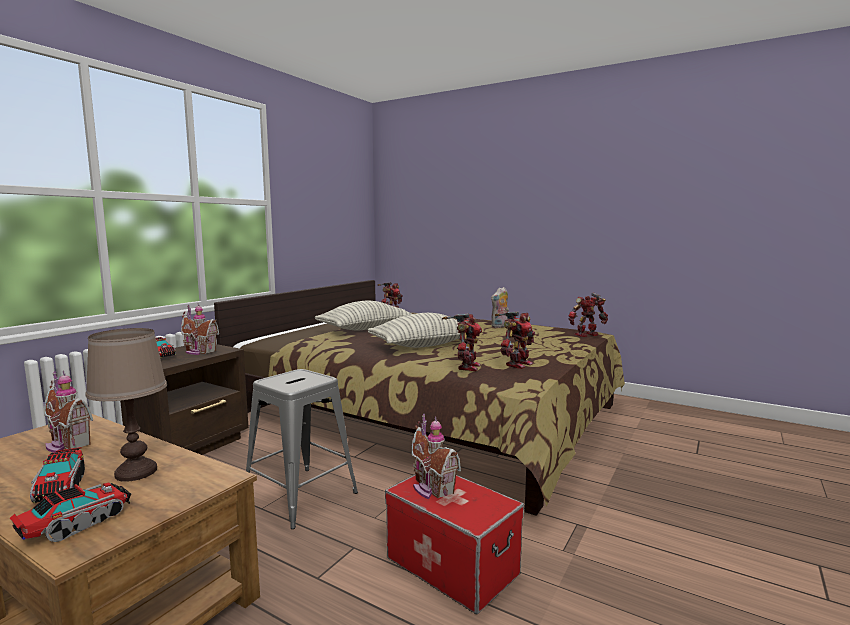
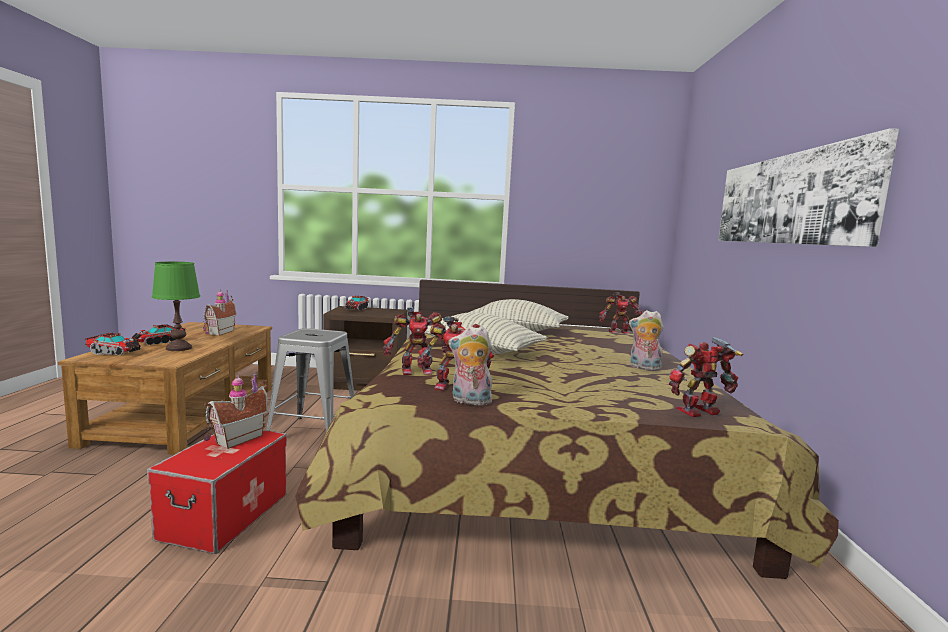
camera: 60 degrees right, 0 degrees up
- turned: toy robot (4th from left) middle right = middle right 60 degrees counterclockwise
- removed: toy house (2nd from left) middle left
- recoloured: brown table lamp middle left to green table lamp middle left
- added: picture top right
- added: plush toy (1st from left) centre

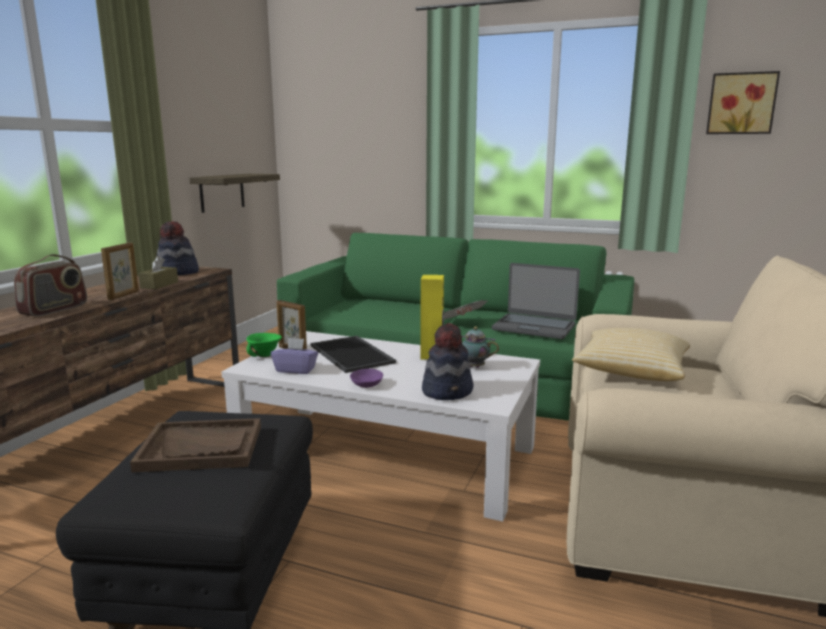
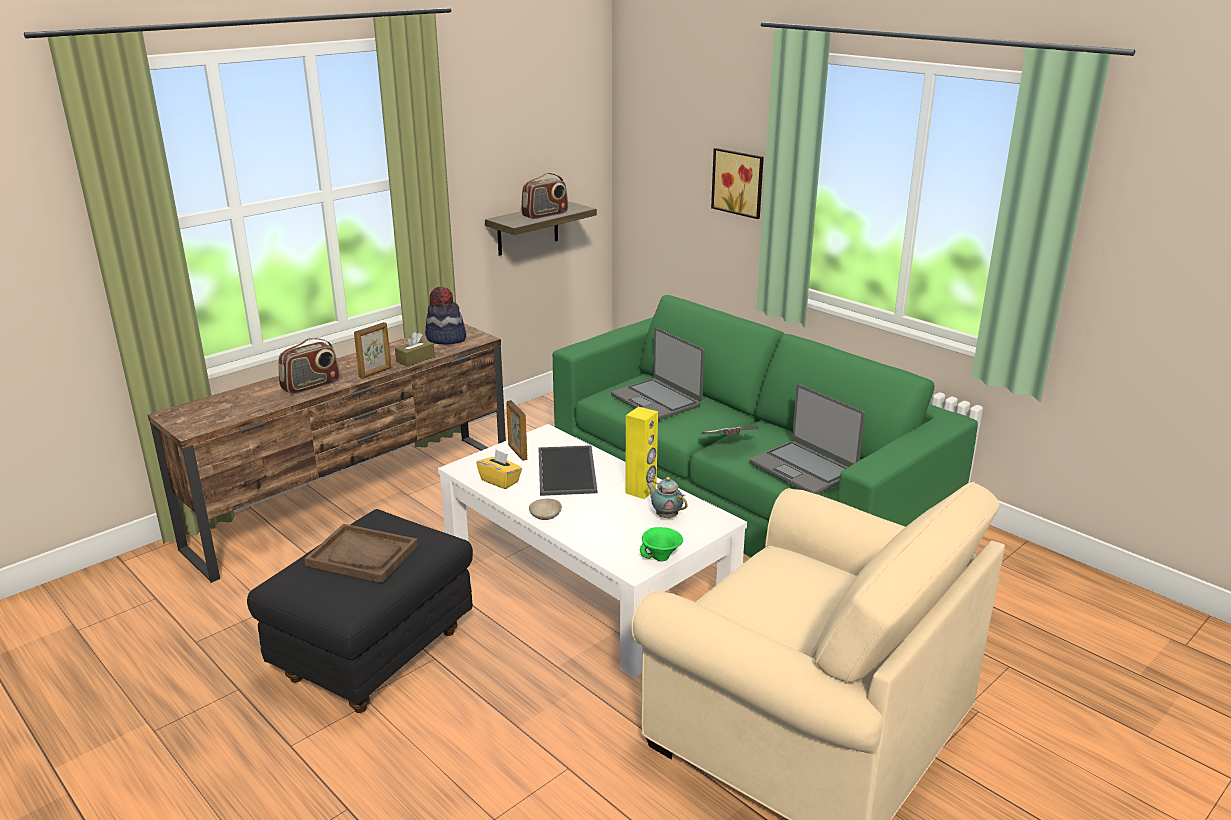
camera: 25 degrees right, 10 degrees up
- moved: picture top right to top centre
- removed: hat (2nd from left) centre
- removed: pillow middle right
- moved: green bowl middle left to centre
- recoloured: purple tissue box centre to yellow tissue box centre
- recoloured: purple bowl centre to beige bowl centre
- added: radio (2nd from left) top centre
- added: laptop (1st from left) centre

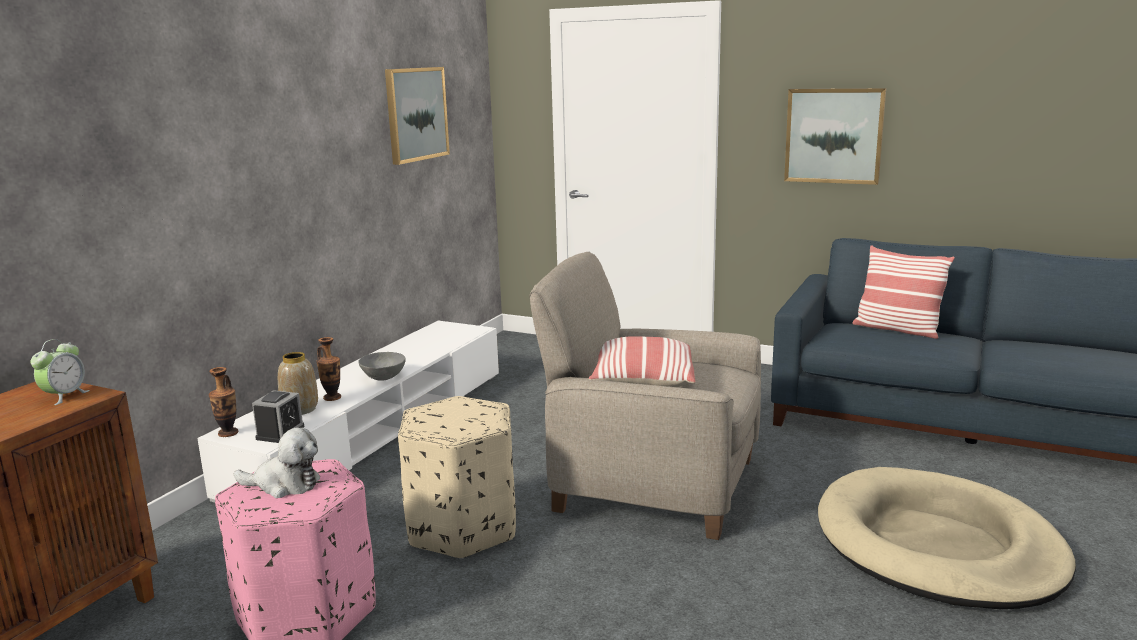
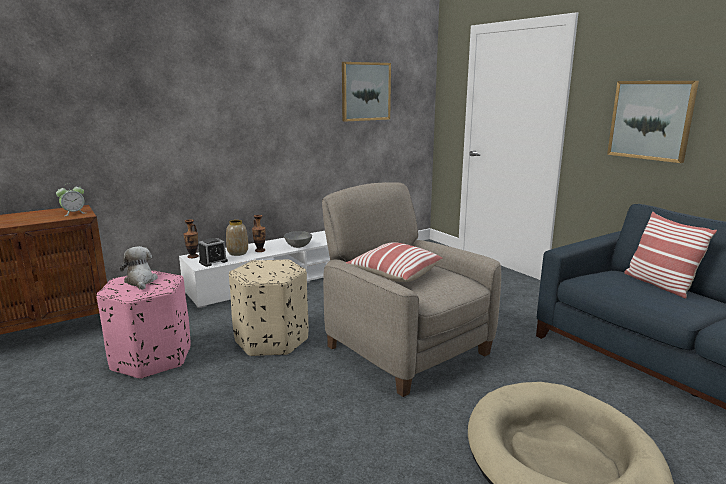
camera: 30 degrees right, 0 degrees up
- turned: plush toy bottom left = middle left 150 degrees counterclockwise

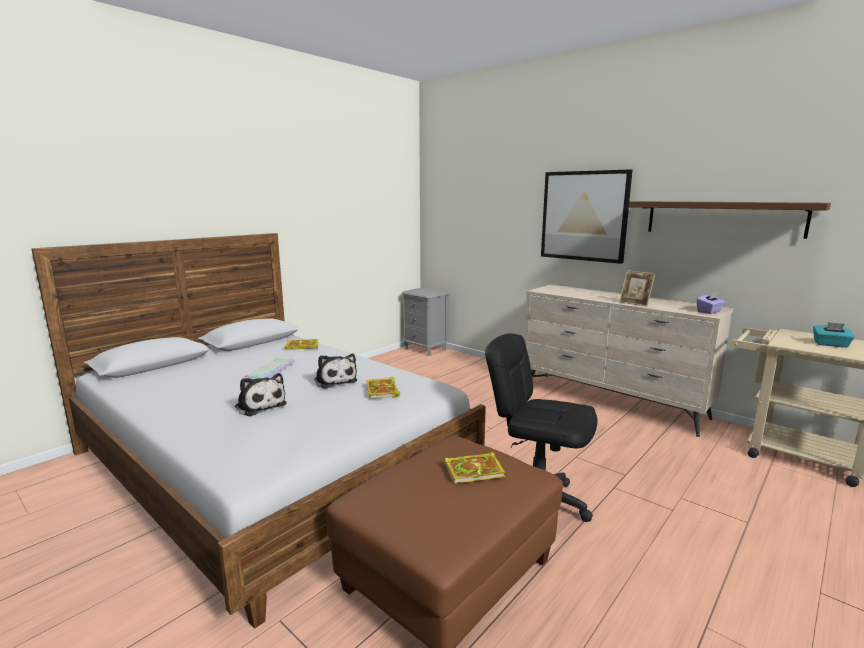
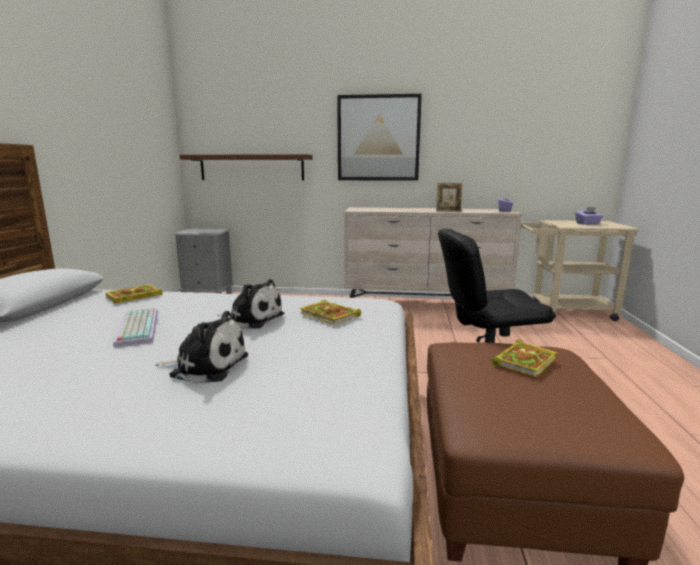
camera: 35 degrees left, 0 degrees up
- moved: brown shelf middle right to top centre
- recoloured: turquoise tissue box middle right to purple tissue box (2nd from left) middle right

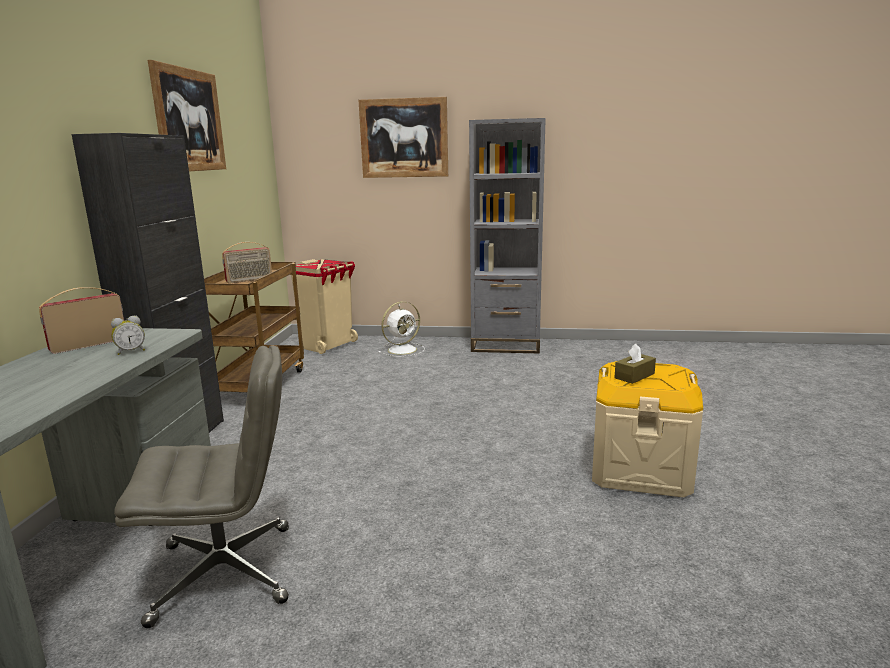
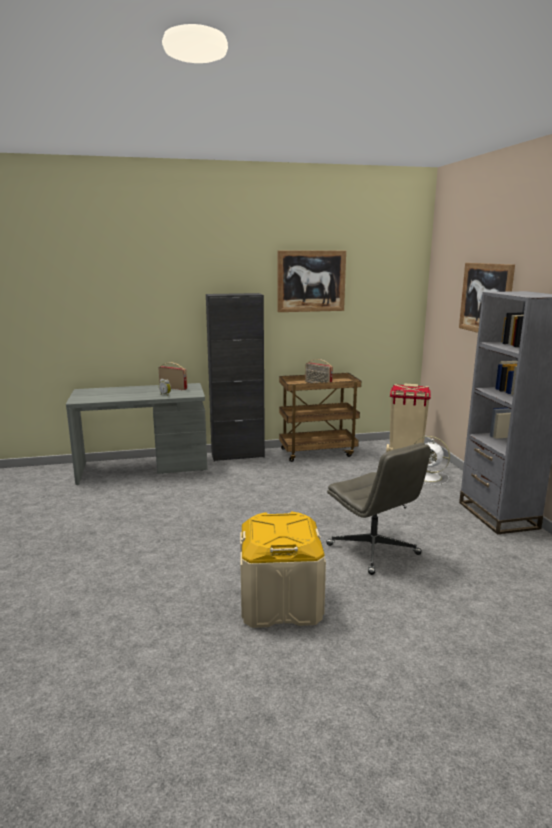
camera: 70 degrees right, 0 degrees up
- removed: brown tissue box middle right
- moved: grey office chair bottom left to middle right

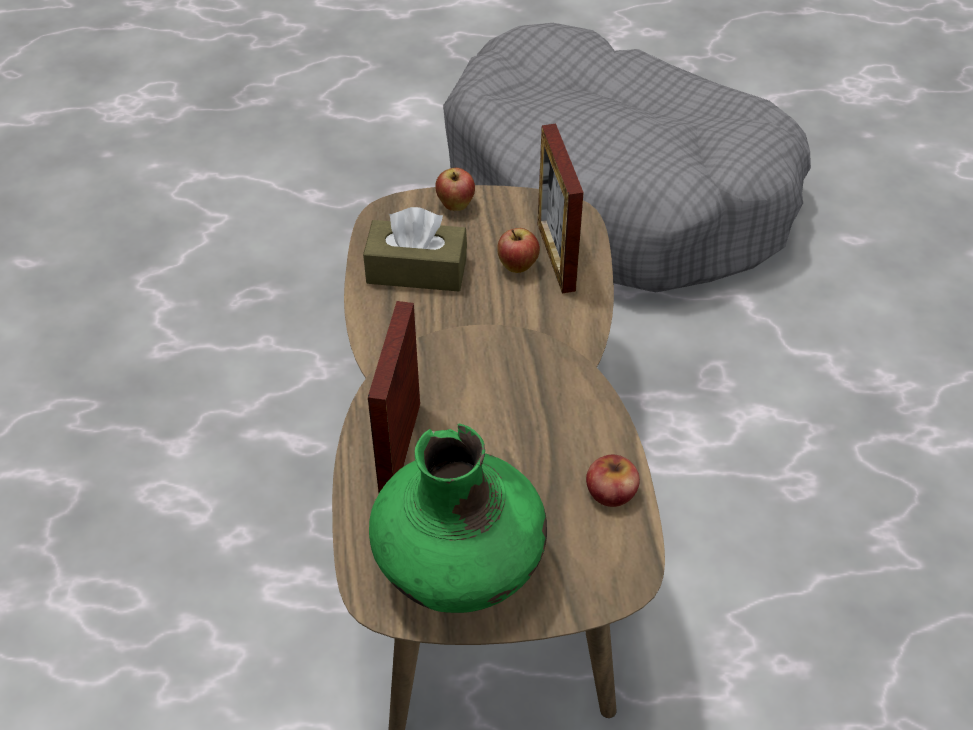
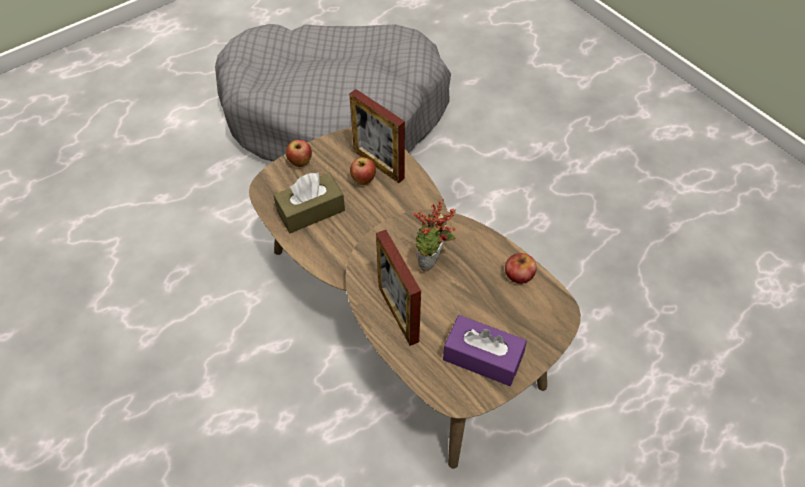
camera: 35 degrees left, 5 degrees up
- replaced: green vase bottom centre to purple tissue box bottom centre
- added: potted plant centre

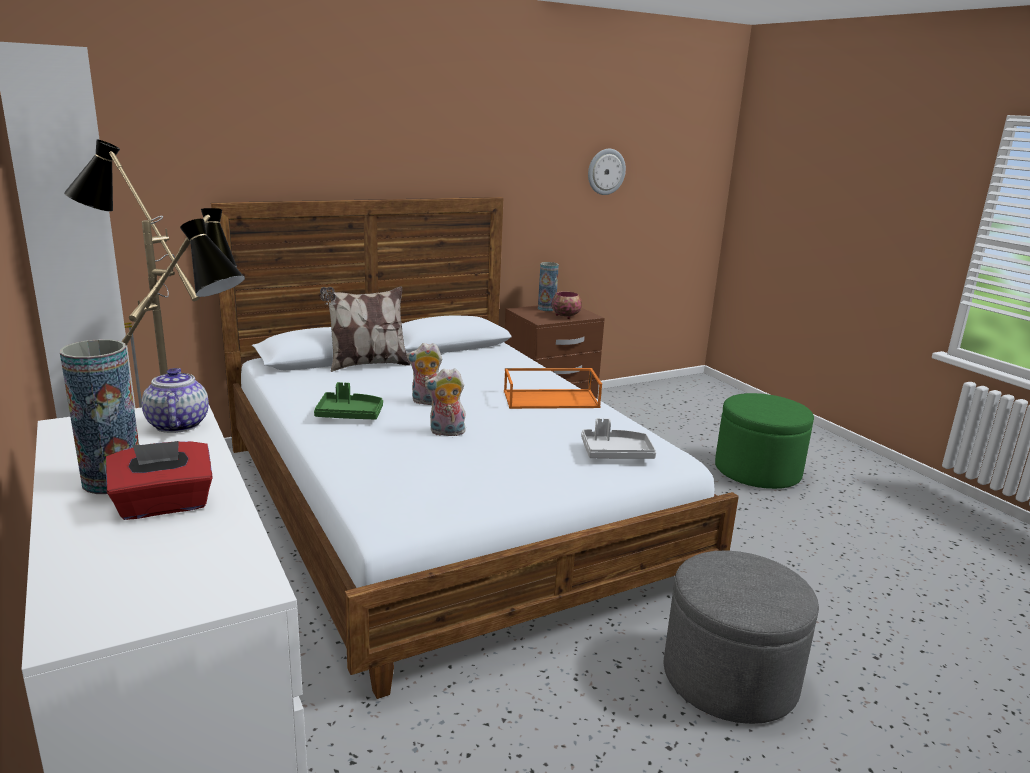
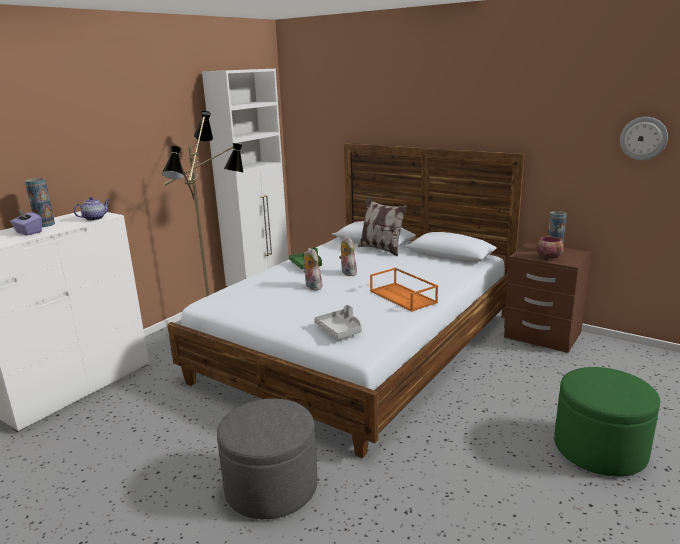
camera: 65 degrees right, 0 degrees up
- recoloured: red tissue box middle left to purple tissue box middle left

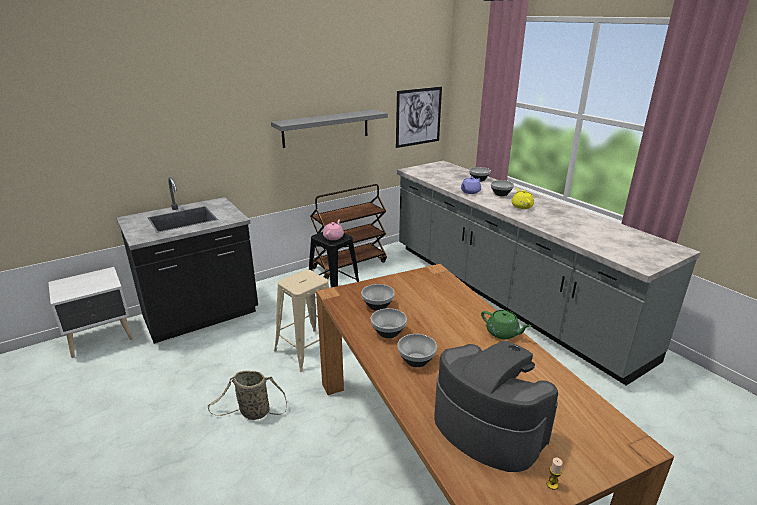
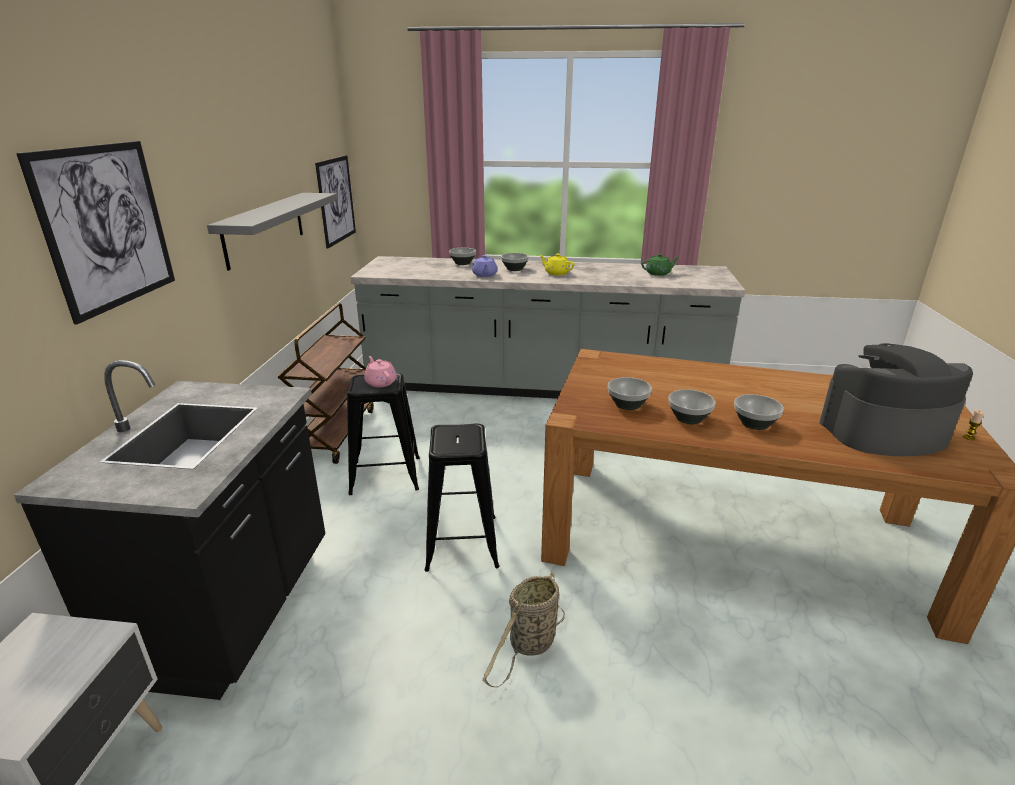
camera: 50 degrees left, 0 degrees up
- recoloured: beige stool centre to black stool (2nd from left) centre
- moved: green teapot middle right to centre
- added: picture (1st from left) top left

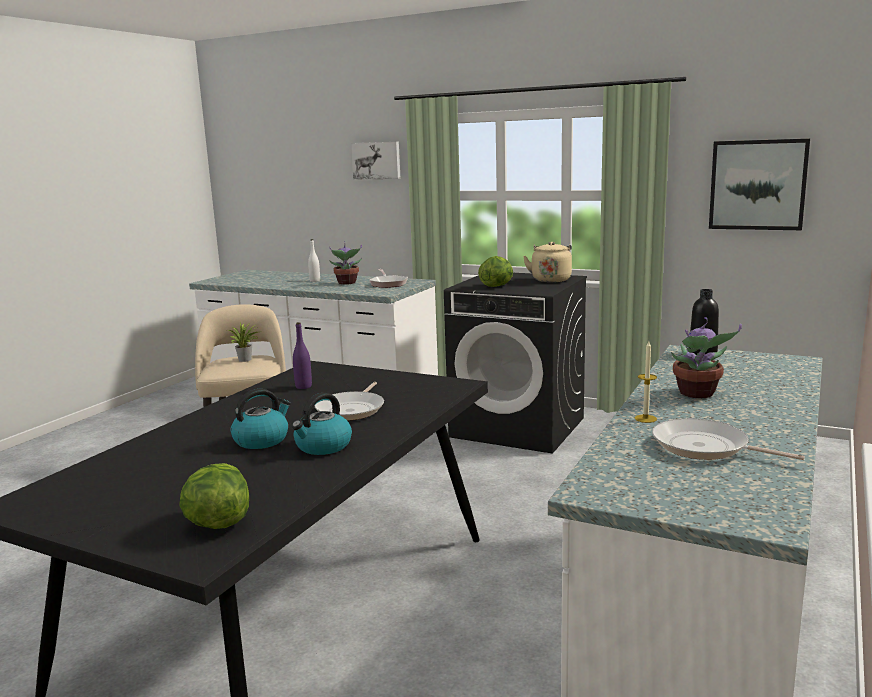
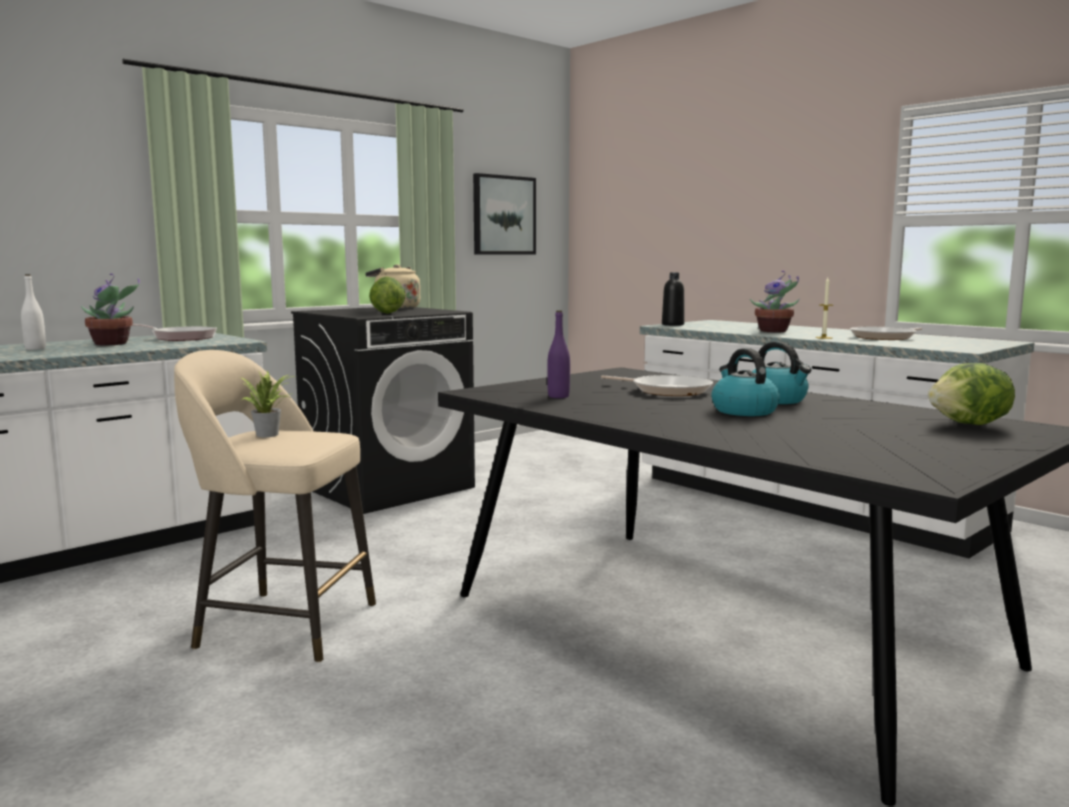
camera: 70 degrees left, 5 degrees down
- removed: picture (1st from left) top centre

